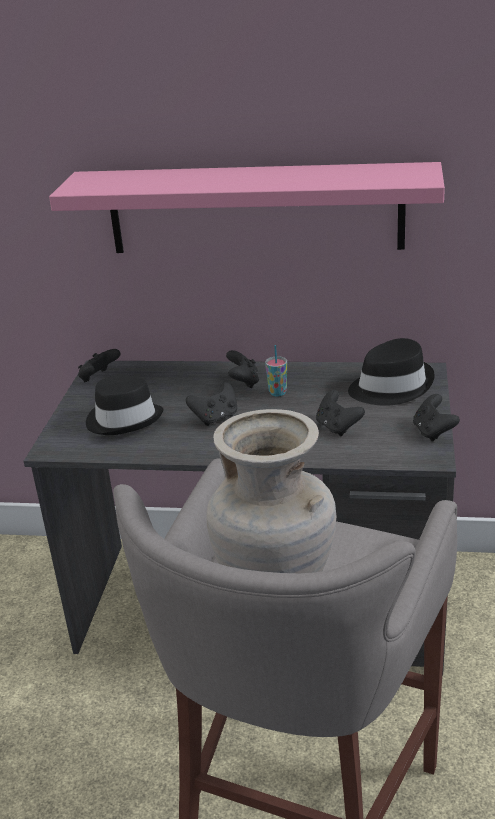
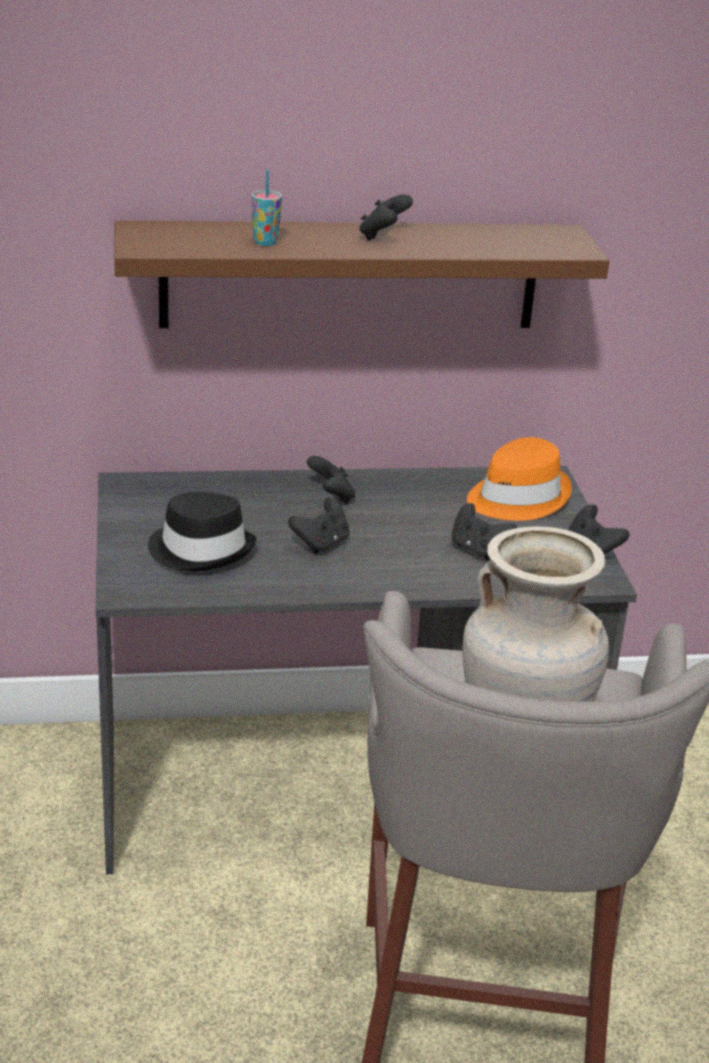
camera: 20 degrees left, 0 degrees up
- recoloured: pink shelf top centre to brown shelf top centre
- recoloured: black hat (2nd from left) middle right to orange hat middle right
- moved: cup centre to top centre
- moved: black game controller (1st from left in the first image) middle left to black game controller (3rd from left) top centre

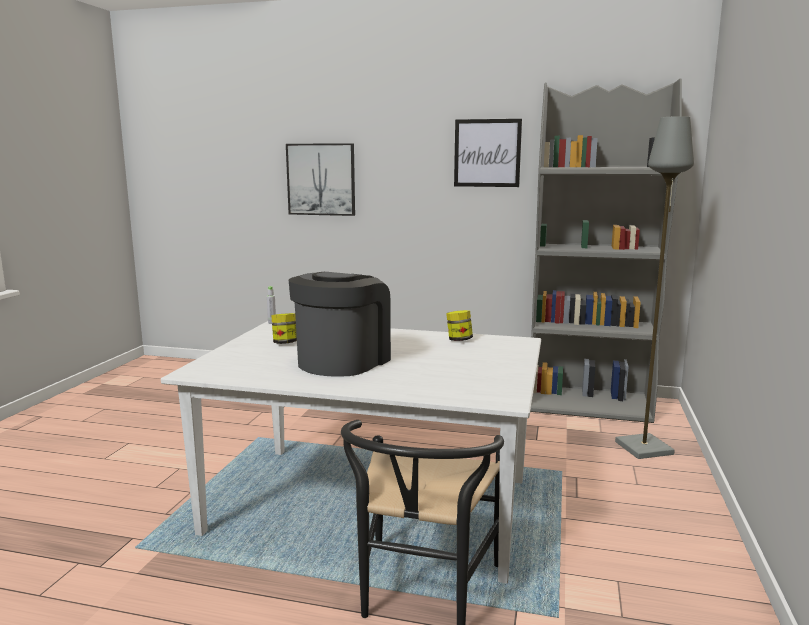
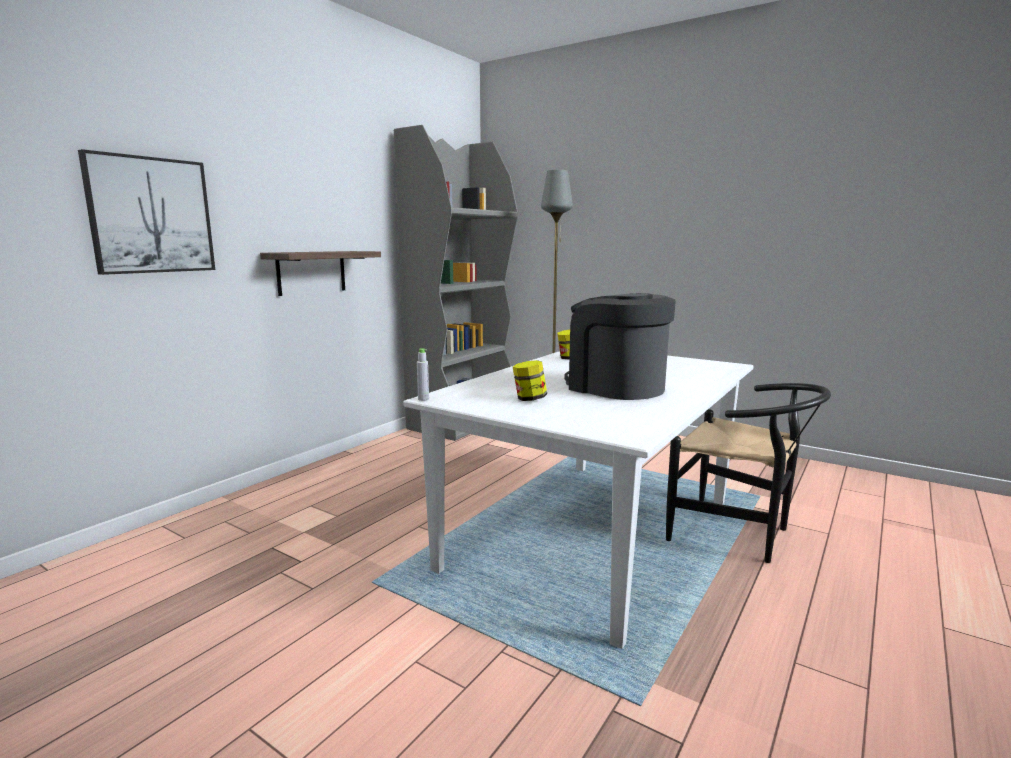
camera: 70 degrees left, 0 degrees up
- removed: picture (2nd from left) top centre
- added: shelf middle left

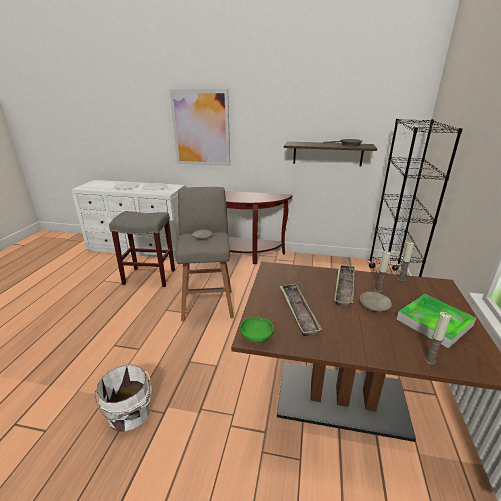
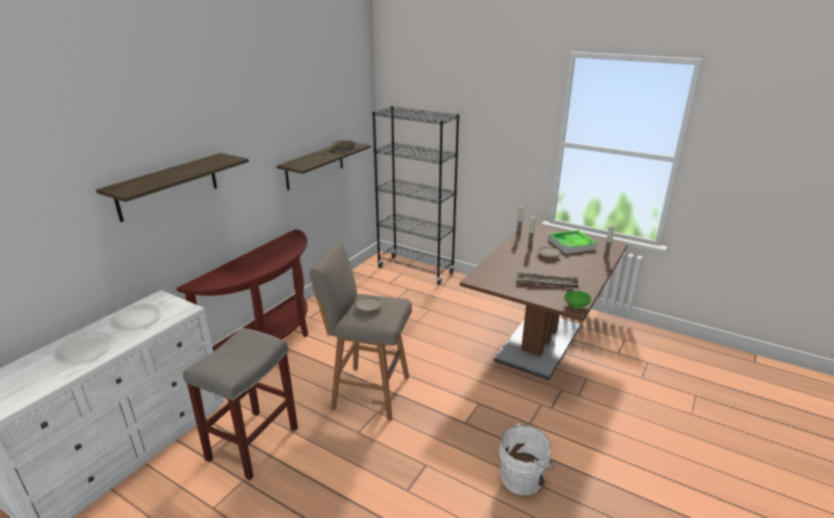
camera: 70 degrees left, 0 degrees up
- replaced: picture top centre to shelf (1st from left) middle left
- removed: tray (2nd from left) middle right

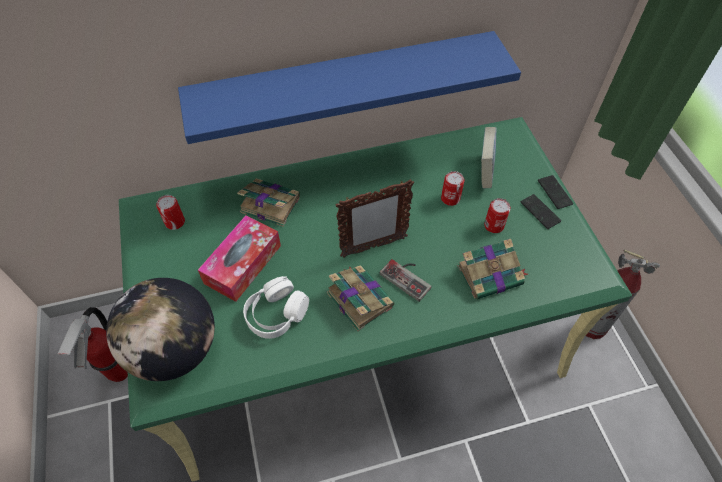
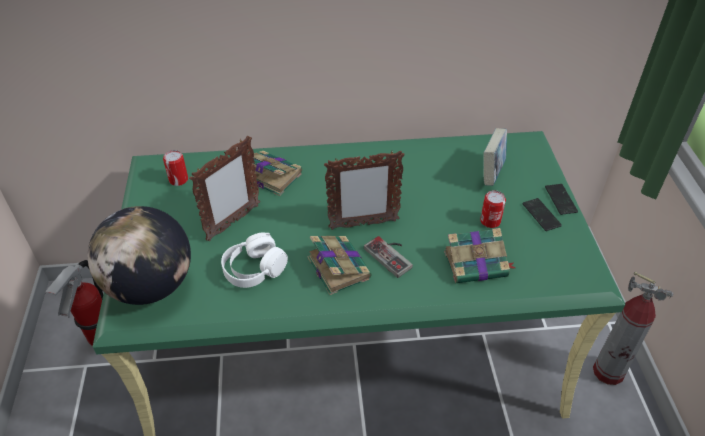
camera: 10 degrees right, 10 degrees down
- removed: blue shelf top centre
- removed: can (2nd from left) centre
- replaced: tissue box middle left to picture frame (1st from left) middle left

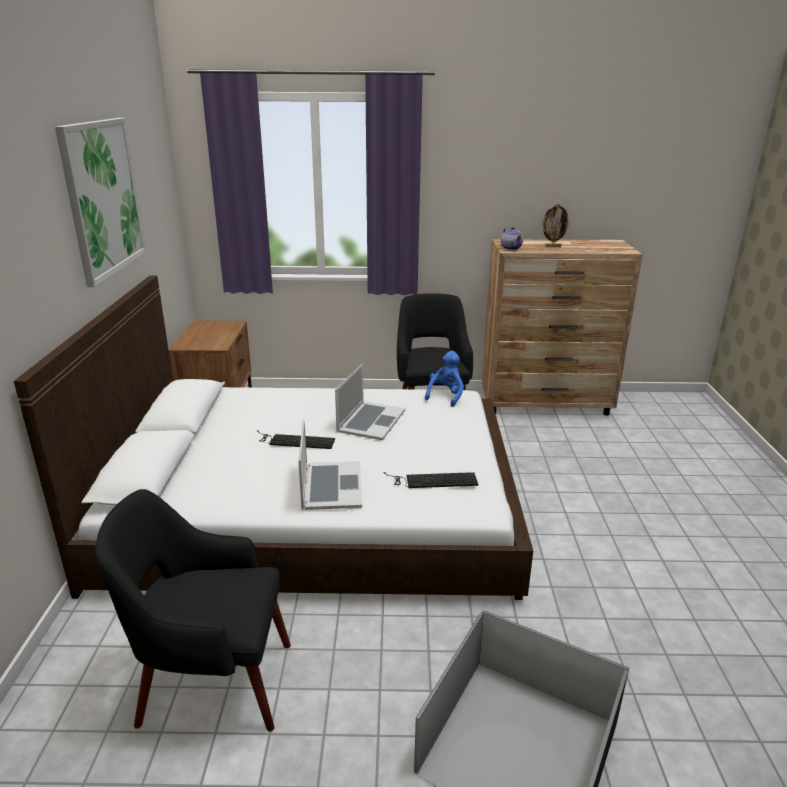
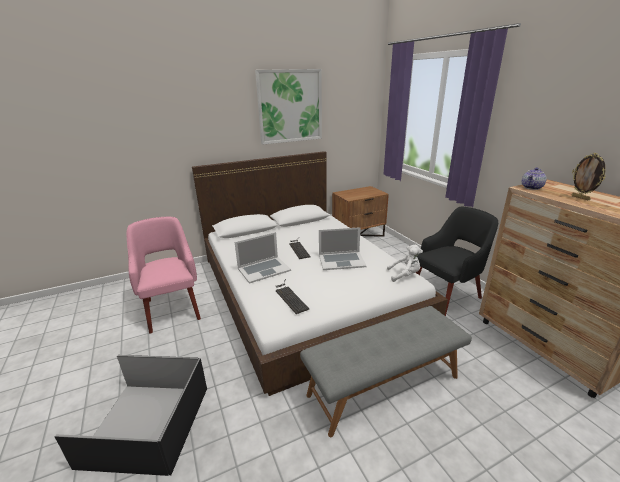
camera: 65 degrees right, 0 degrees up
- recoloured: blue plush toy centre to white plush toy centre
- recoloured: black armchair (1st from left) bottom left to pink armchair middle left
- added: grey bench bottom centre

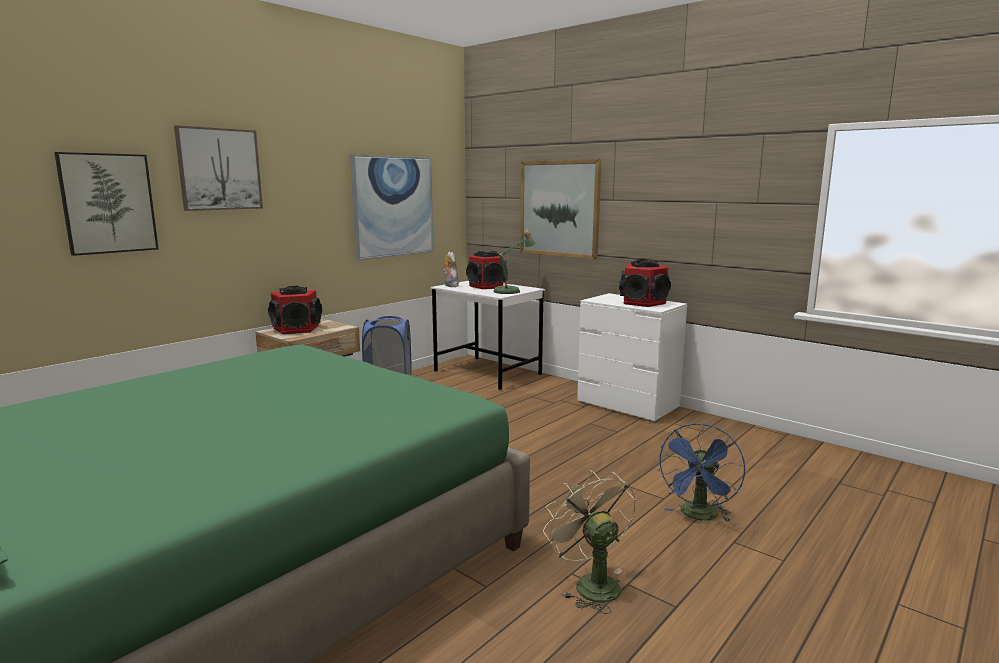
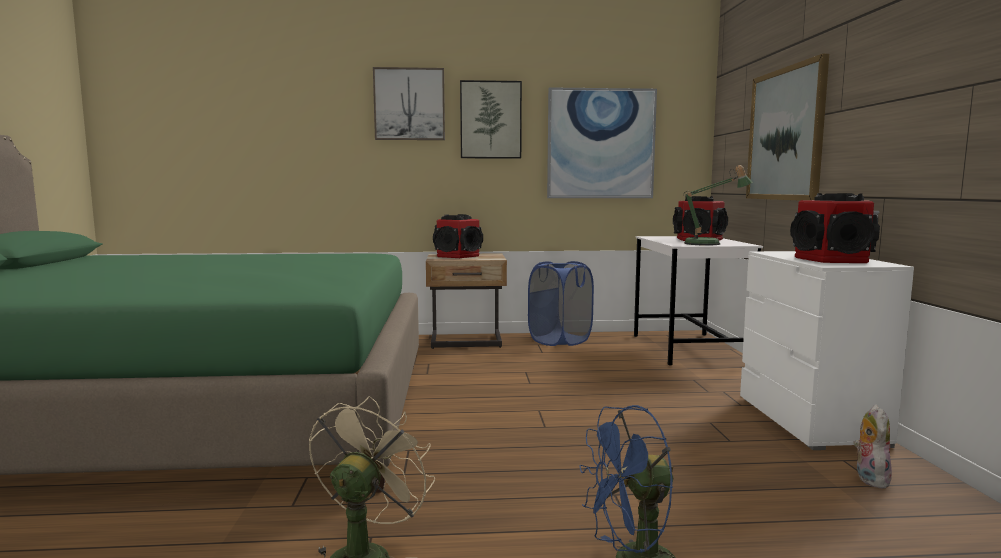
camera: 45 degrees right, 5 degrees down
- moved: picture (1st from left in the first image) top left to picture (2nd from left) top centre
- moved: plush toy centre to bottom right

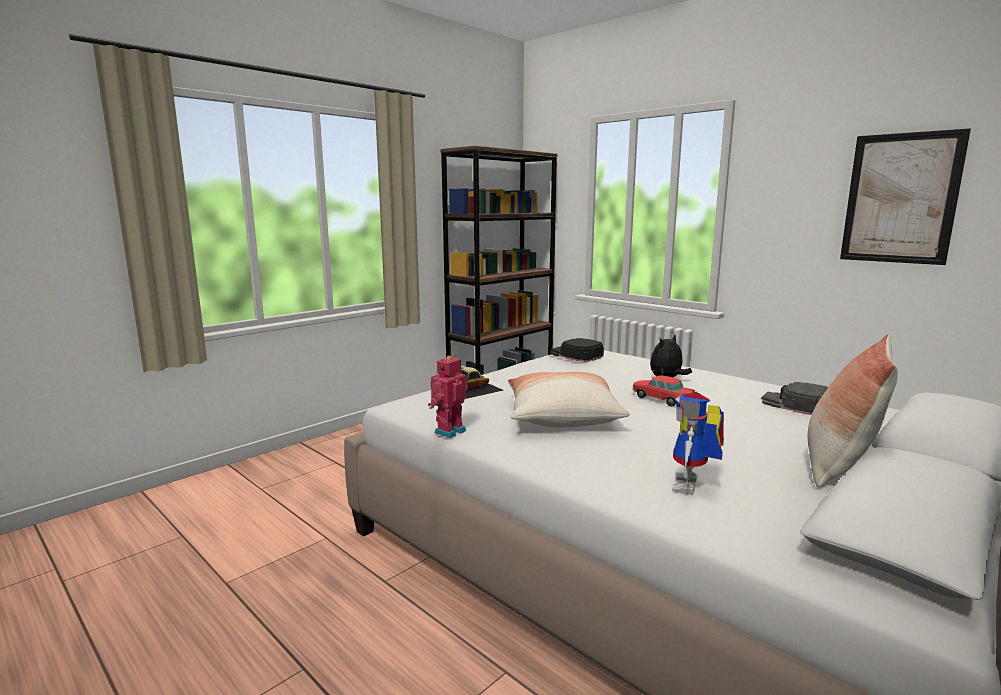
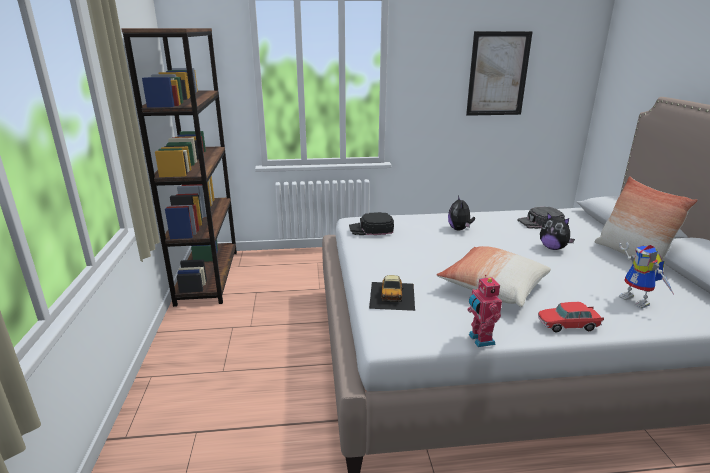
camera: 50 degrees left, 10 degrees up
- moved: toy car (2nd from left) centre to bottom right
- added: plush toy (2nd from left) middle right

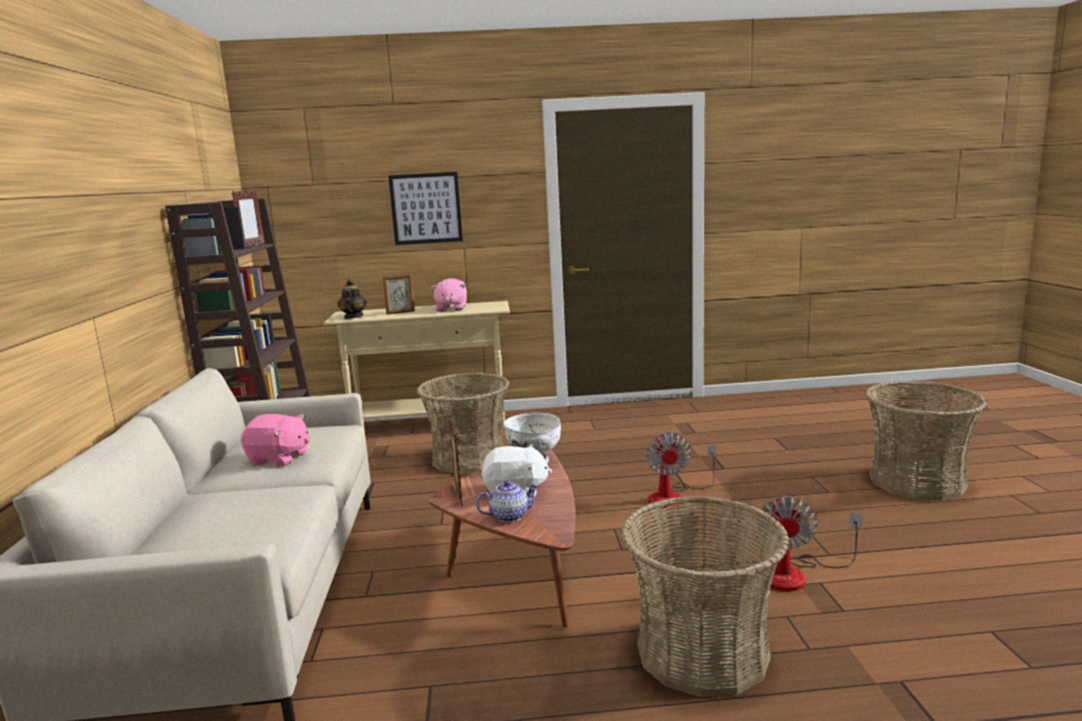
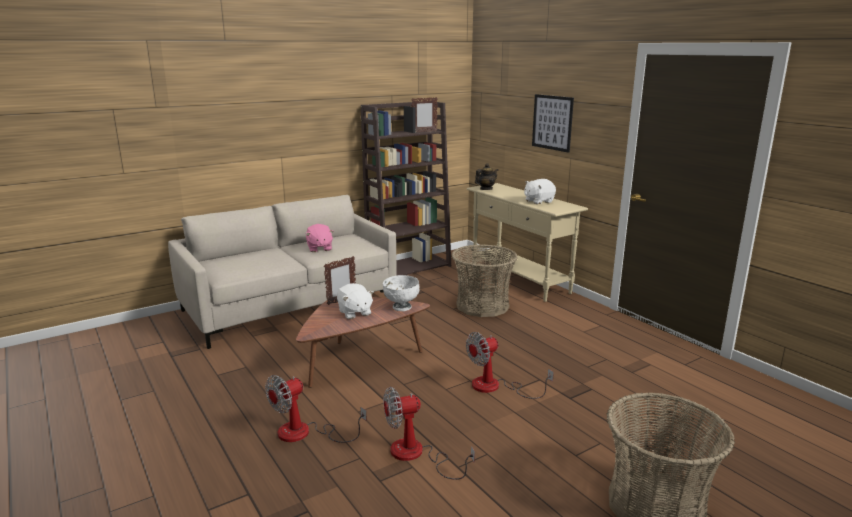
camera: 60 degrees right, 5 degrees up
- removed: picture frame (2nd from left) centre
- recoloured: pink plush toy (2nd from left) centre to white plush toy (2nd from left) centre
- removed: teapot (2nd from left) bottom centre
- replaced: basket (2nd from left) bottom centre to fan (1st from left) bottom centre

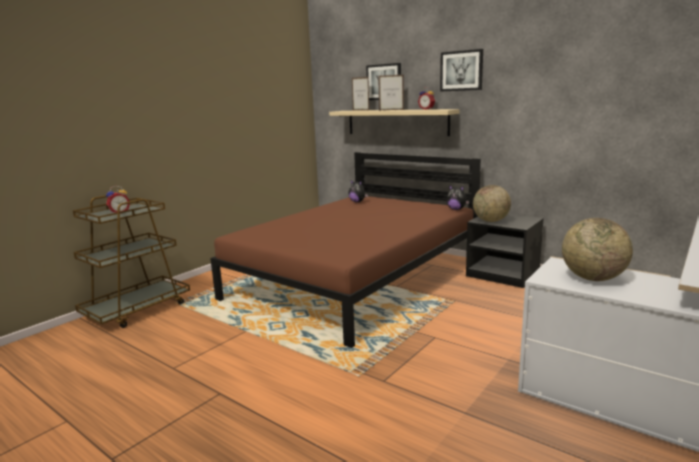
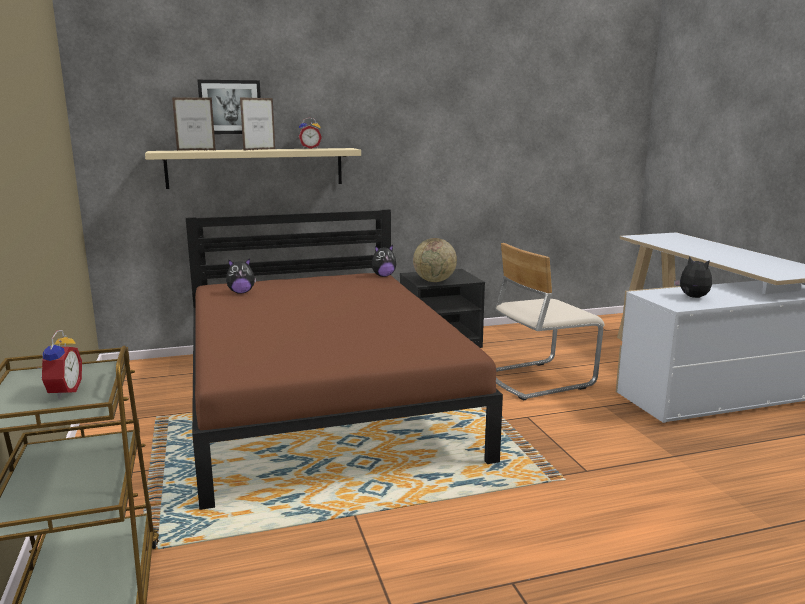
camera: 55 degrees left, 0 degrees up
- removed: picture (2nd from left) top centre
- replaced: globe (2nd from left) middle right to plush toy (3rd from left) middle right
- added: beige chair middle right

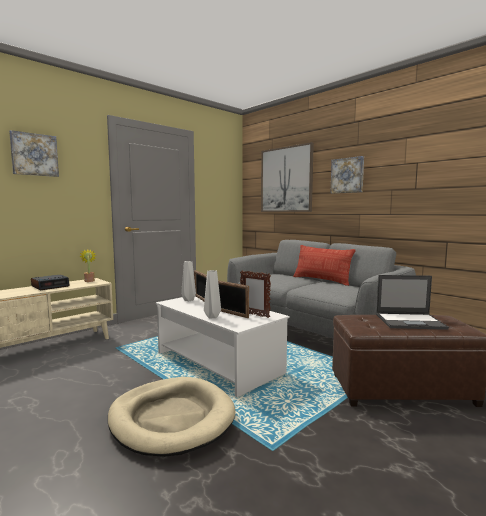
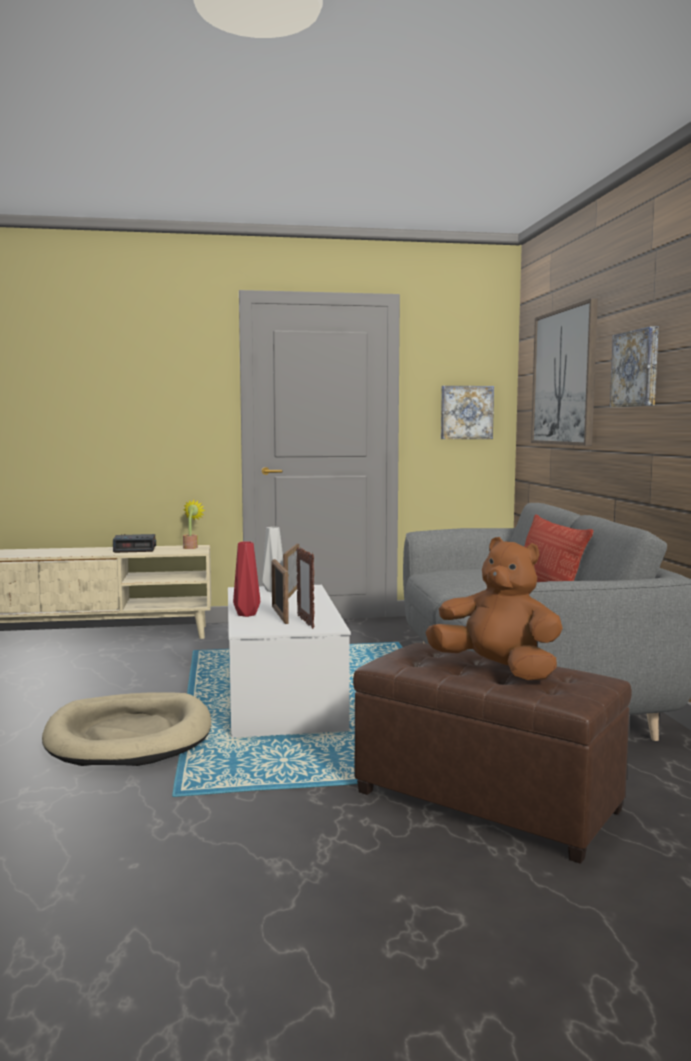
camera: 35 degrees right, 0 degrees up
- moved: picture (1st from left) top left to middle right
- recoloured: grey vase (2nd from left) centre to red vase centre
- replaced: laptop middle right to brown plush toy middle right

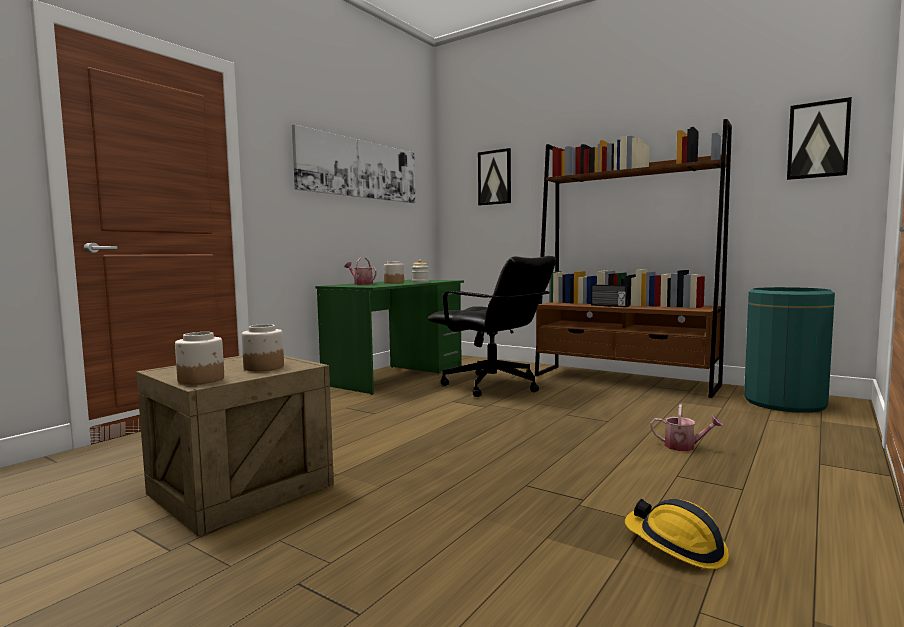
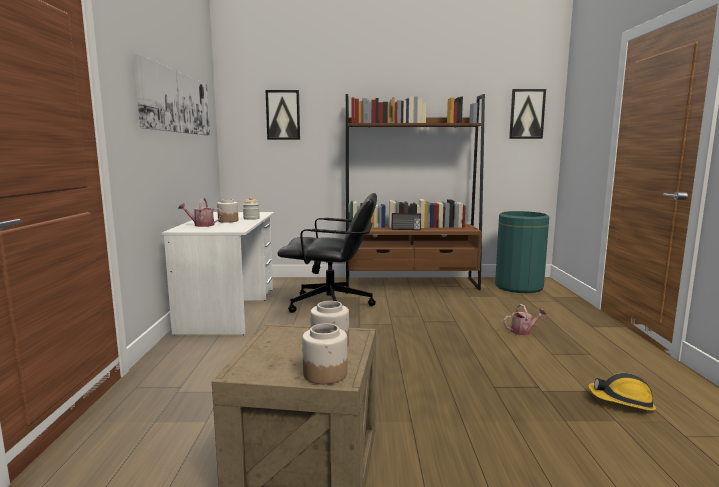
camera: 35 degrees left, 5 degrees up
- recoloured: green desk centre to white desk middle left

